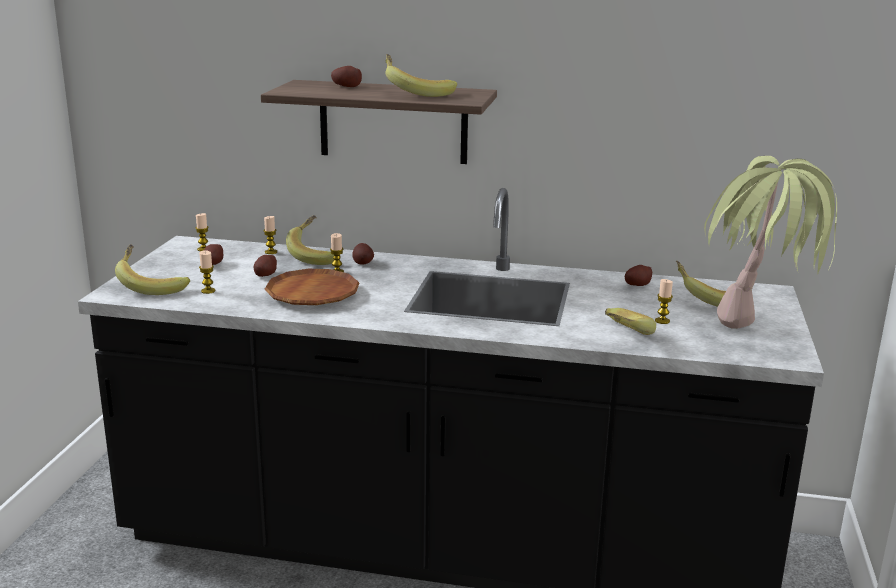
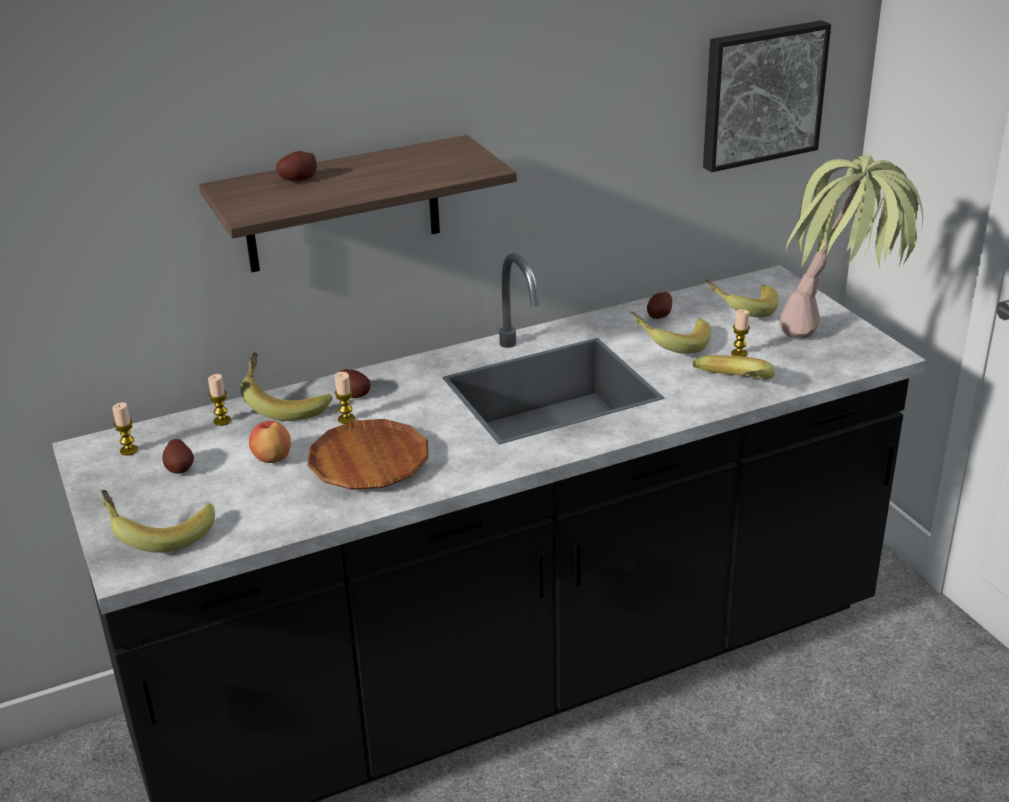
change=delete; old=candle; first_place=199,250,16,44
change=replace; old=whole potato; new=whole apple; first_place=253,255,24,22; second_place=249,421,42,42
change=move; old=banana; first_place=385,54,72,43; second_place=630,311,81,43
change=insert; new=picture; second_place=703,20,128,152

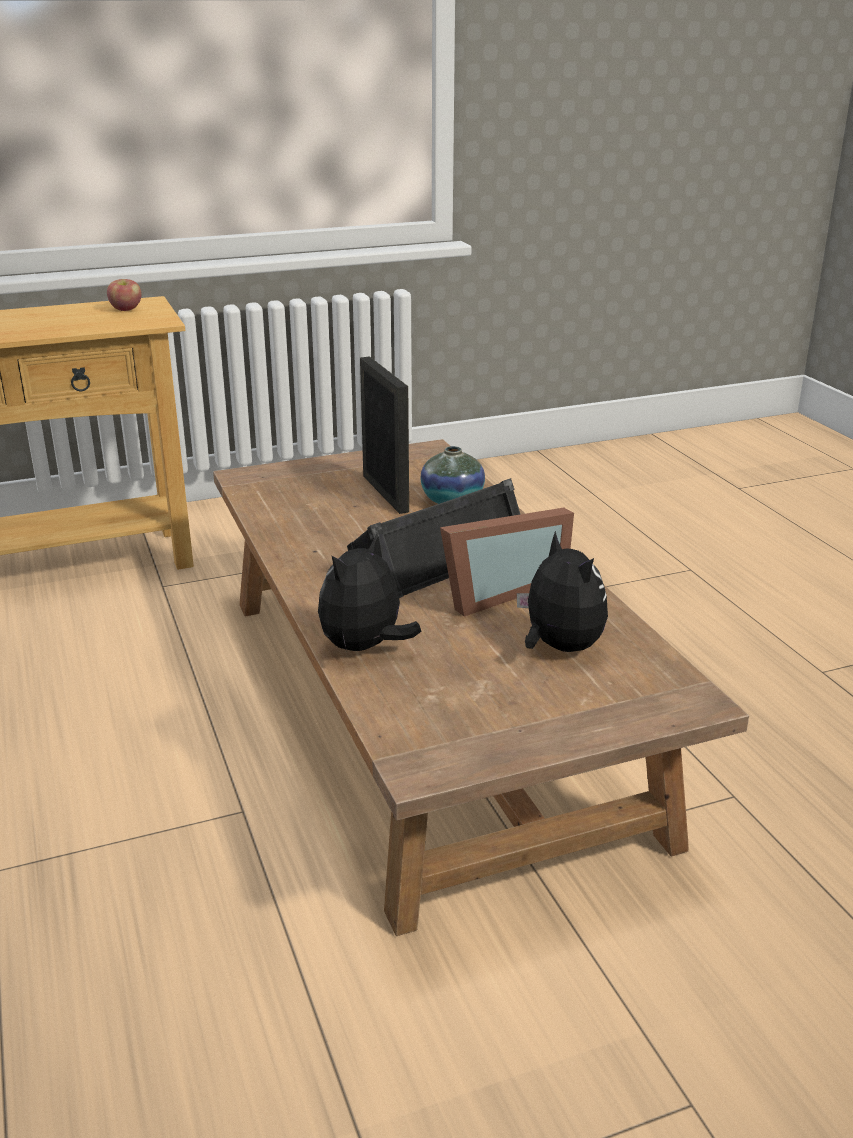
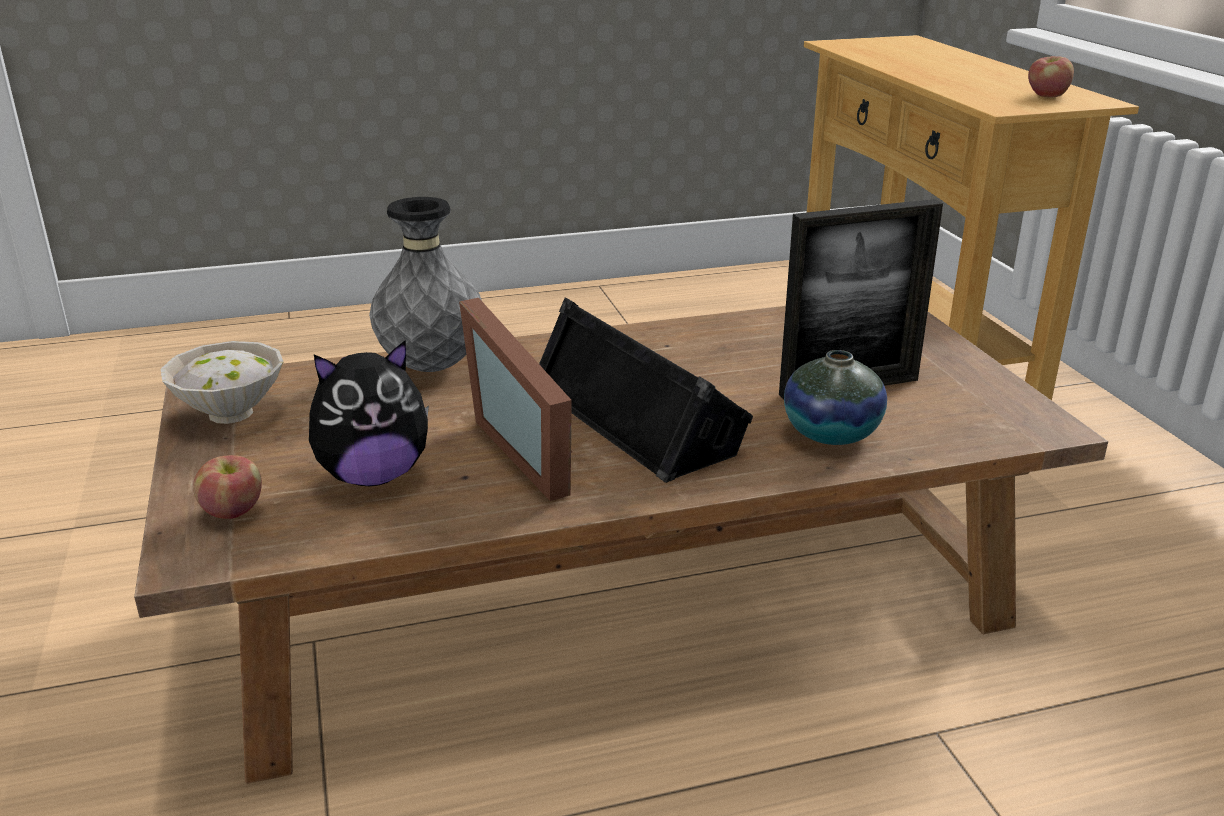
change=replace; old=plush toy; new=decorative vase/grey; first_place=318,533,104,118; second_place=369,197,113,175
change=insert; new=bowl/whitish; second_place=160,341,124,83
change=insert; new=whole apple; second_place=193,455,69,64

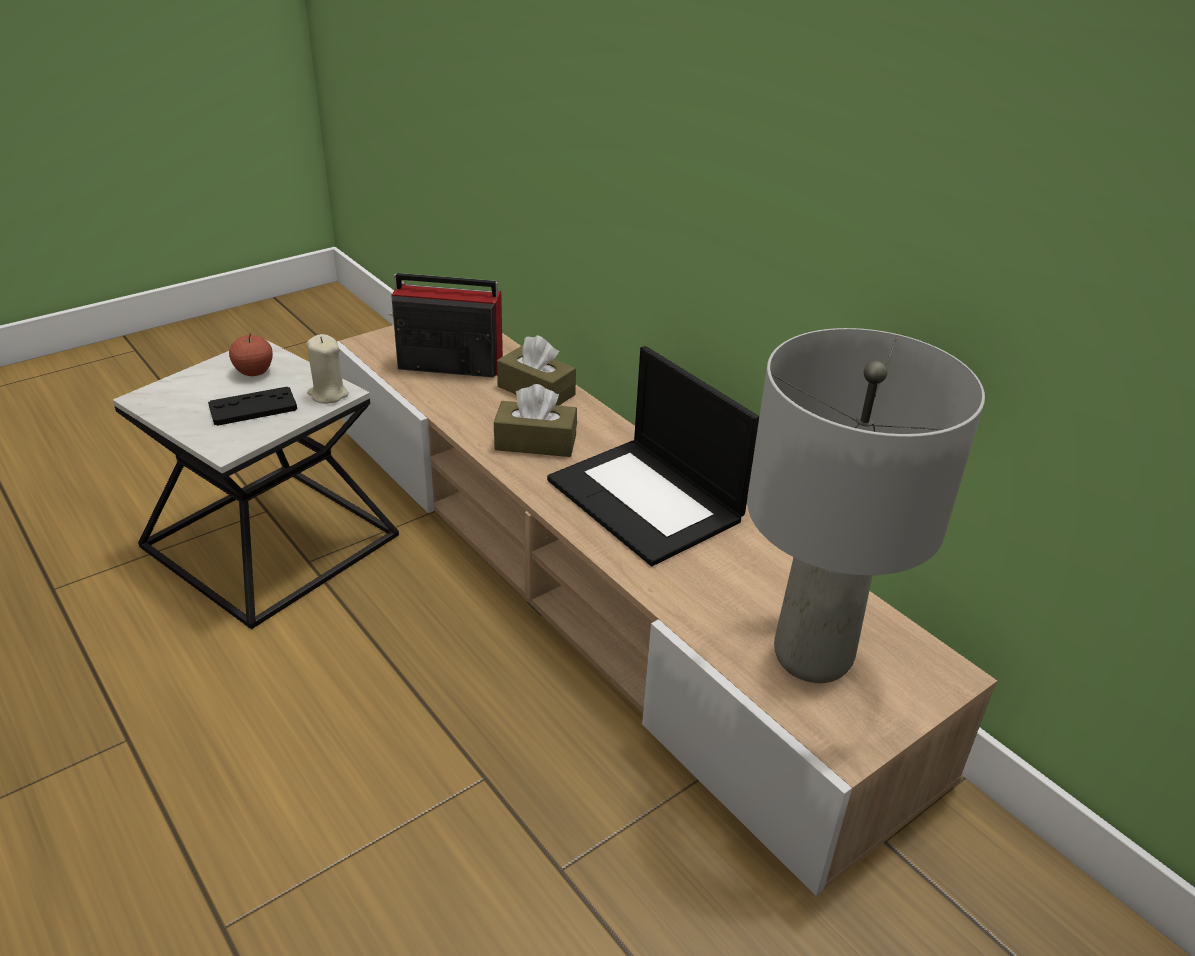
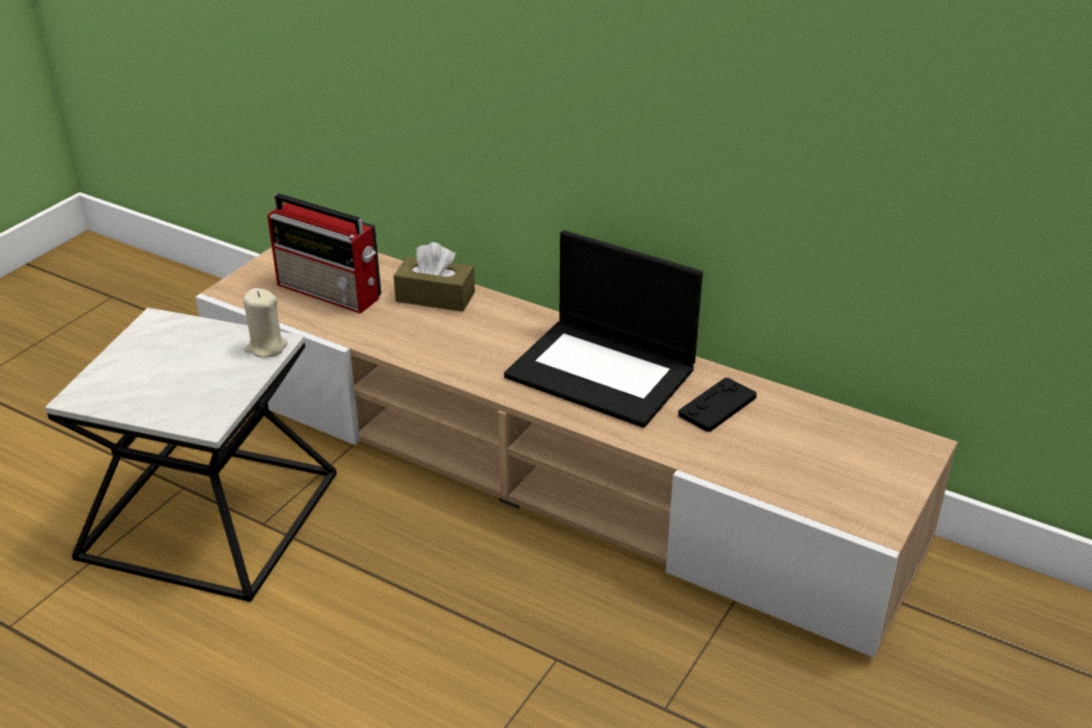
change=move; old=game controller/blackish; first_place=208,387,89,39; second_place=678,378,79,54
change=delete; old=whole apple; first_place=229,333,44,43
change=rotate; old=radio; first_place=389,273,114,105; second_place=267,193,114,121; degrees=-135
change=delete; old=tissue holder/brown-coloured; first_place=494,384,83,73
change=delete; old=table lamp/grey; first_place=747,328,238,355

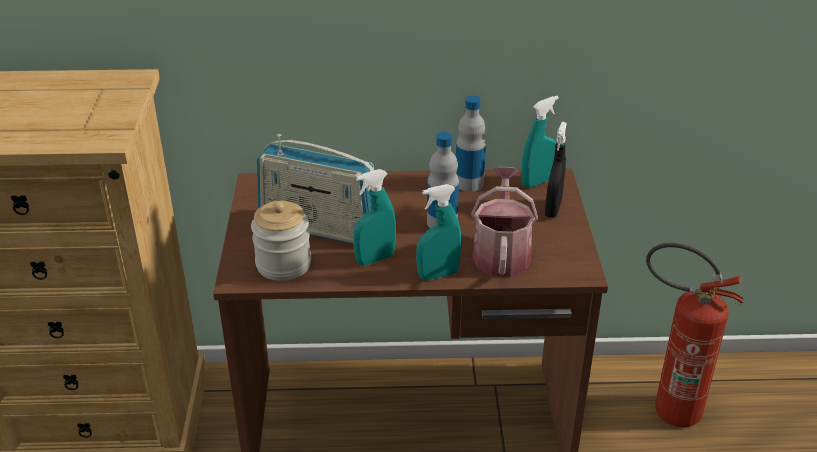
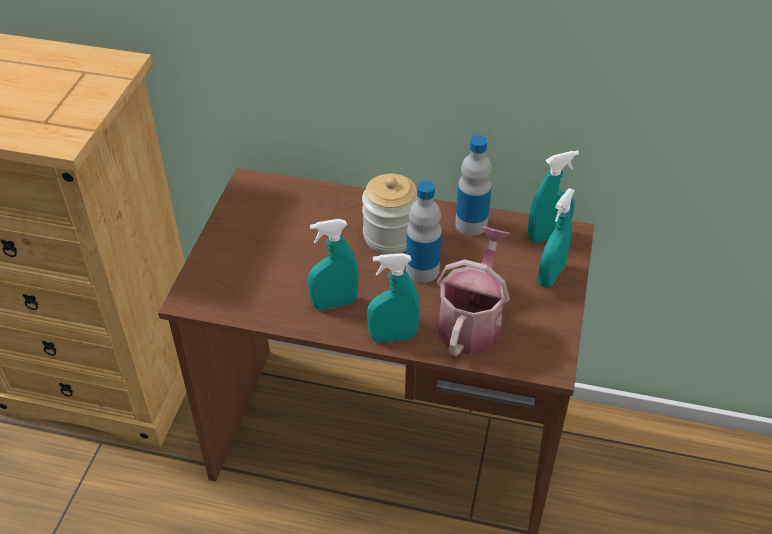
change=move; old=jar; first_place=251,201,60,80; second_place=362,174,56,80
change=delete; old=radio; first_place=257,134,117,110
change=recolor; old=spray bottle/blackish; new=spray bottle/turquoise; first_place=545,122,22,96; second_place=538,188,37,100
change=delete; old=fire extinguisher; first_place=646,243,98,184

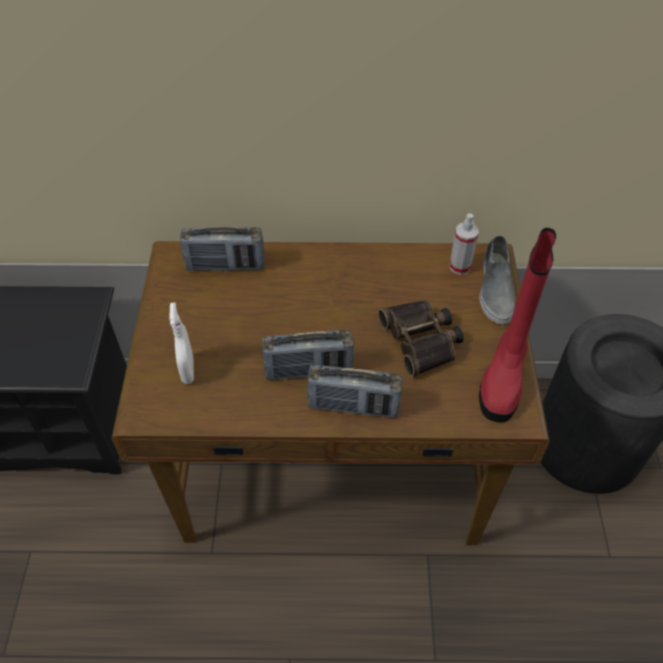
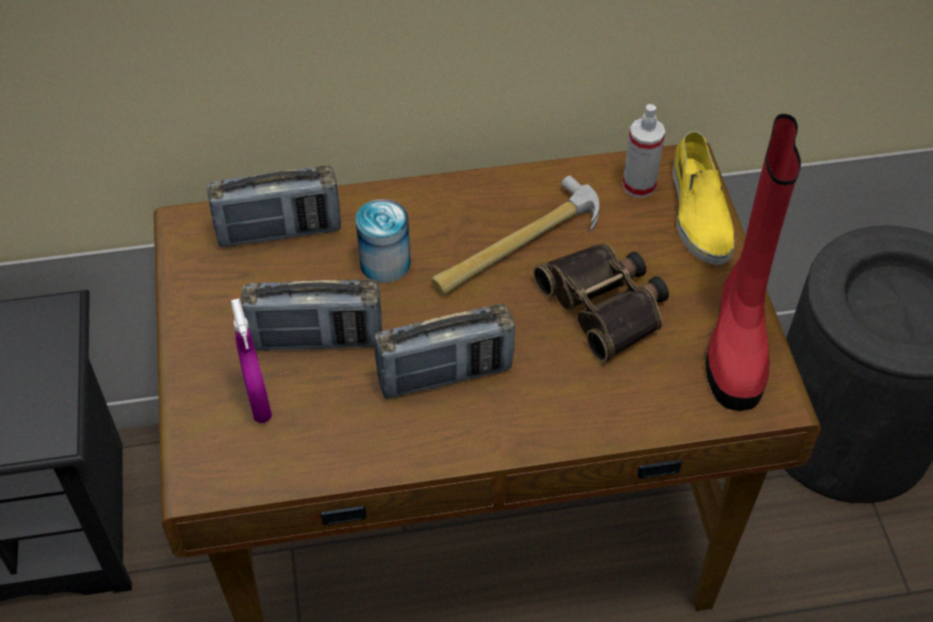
change=recolor; old=spray bottle/whitish; new=spray bottle/purple-coloured; first_place=170,302,24,82; second_place=231,298,41,125
change=move; old=radio; first_place=307,365,95,53; second_place=241,279,141,72
change=recolor; old=shoe/grey; new=shoe/yellow-coloured; first_place=479,236,36,89; second_place=673,131,62,134
change=insert; new=metal can; second_place=355,199,56,84
change=insert; new=hand hammer; second_place=431,176,169,119

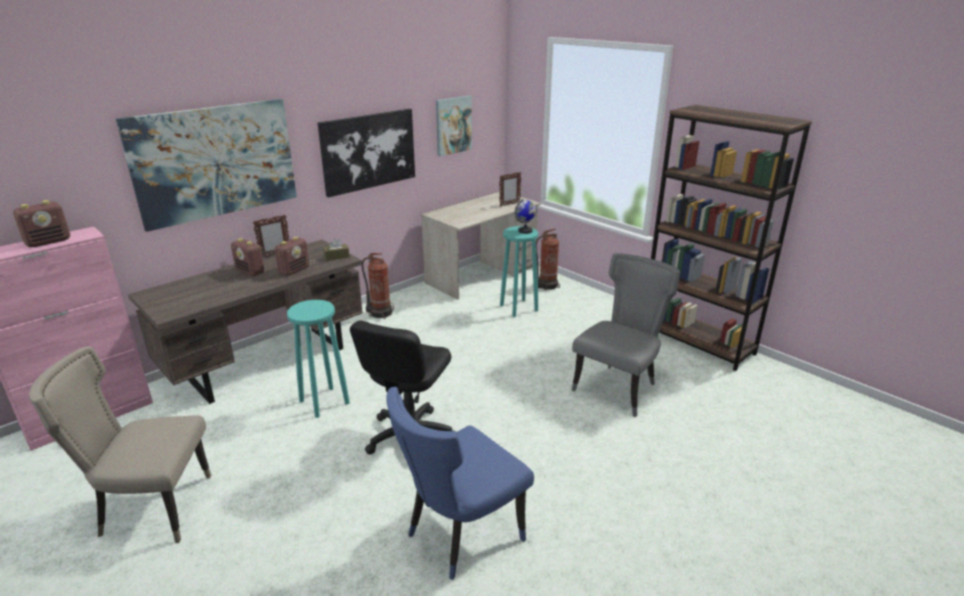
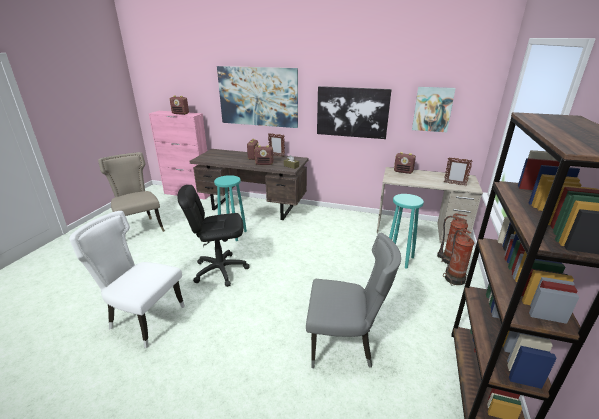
change=move; old=fire extinguisher; first_place=361,253,33,66; second_place=443,228,31,58
change=recolor; old=plain chair/bluish; new=plain chair/whitish; first_place=386,387,148,193; second_place=69,211,116,137
change=delete; old=world globe; first_place=515,199,21,35
change=insert; new=radio; second_place=394,152,22,22

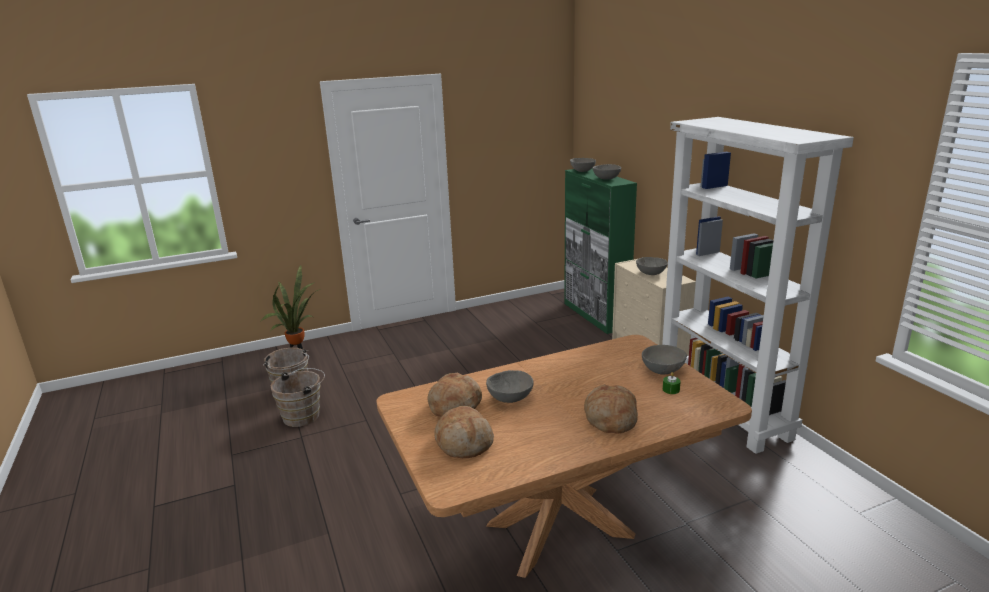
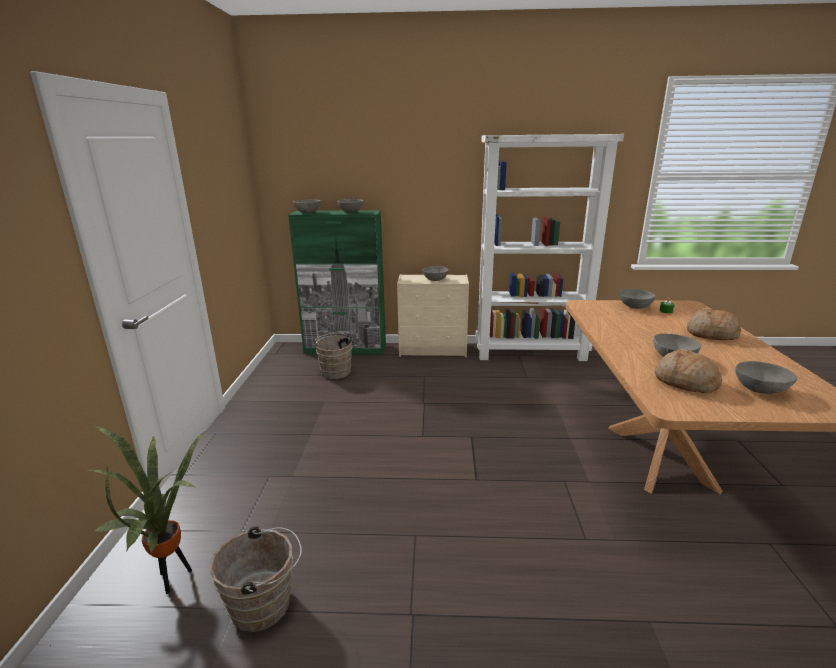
change=move; old=bucket/brown-coloured; first_place=270,368,55,59; second_place=313,333,41,46
change=replace; old=bread; new=bowl/grey; first_place=434,406,60,52; second_place=735,361,62,33

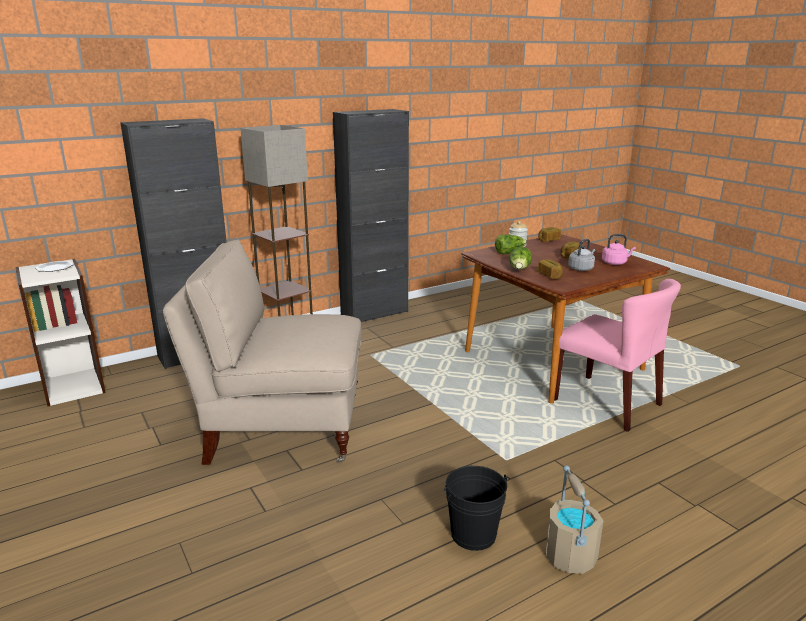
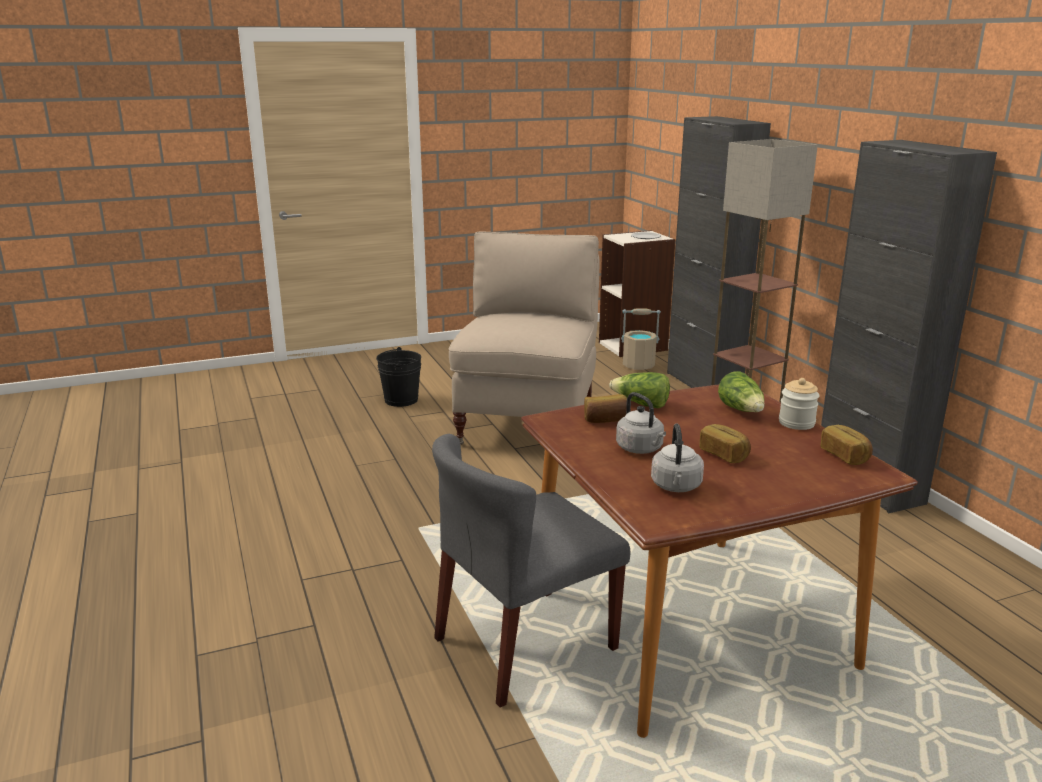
change=move; old=bucket/blackish; first_place=444,466,66,85; second_place=376,347,45,60
change=move; old=bucket/beige-coloured; first_place=546,465,58,109; second_place=621,308,40,62
change=recolor; old=plain chair/pink; new=plain chair/grey; first_place=554,279,127,153; second_place=432,434,198,274
change=recolor; old=water kettle/pink; new=water kettle/grey; first_place=602,234,34,31; second_place=651,423,53,69

